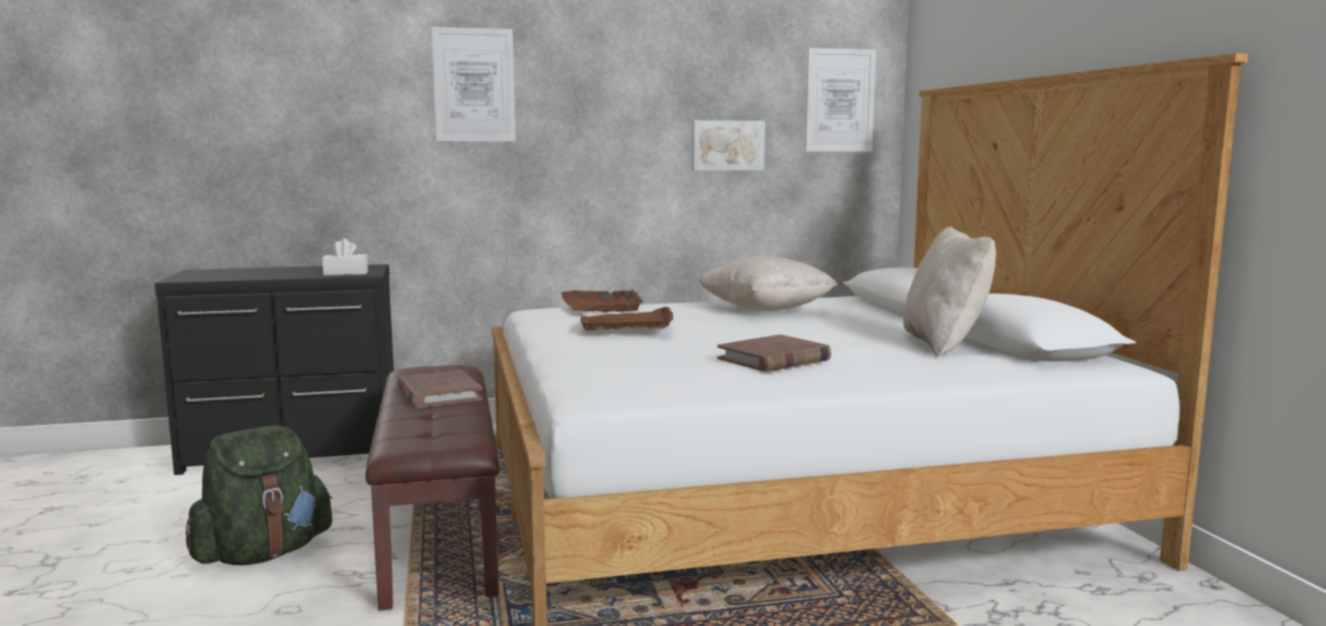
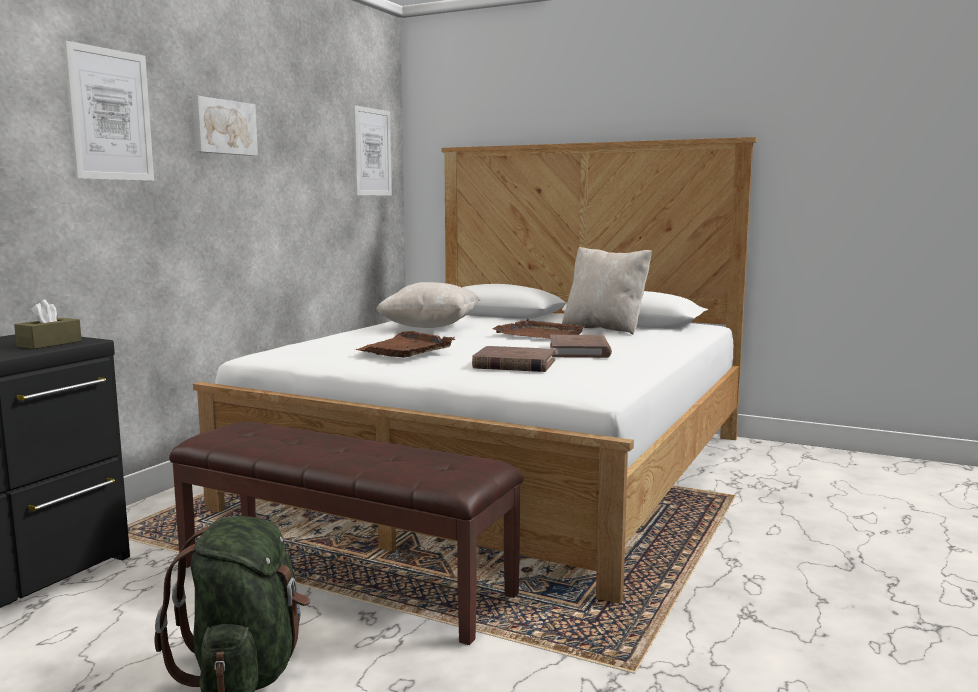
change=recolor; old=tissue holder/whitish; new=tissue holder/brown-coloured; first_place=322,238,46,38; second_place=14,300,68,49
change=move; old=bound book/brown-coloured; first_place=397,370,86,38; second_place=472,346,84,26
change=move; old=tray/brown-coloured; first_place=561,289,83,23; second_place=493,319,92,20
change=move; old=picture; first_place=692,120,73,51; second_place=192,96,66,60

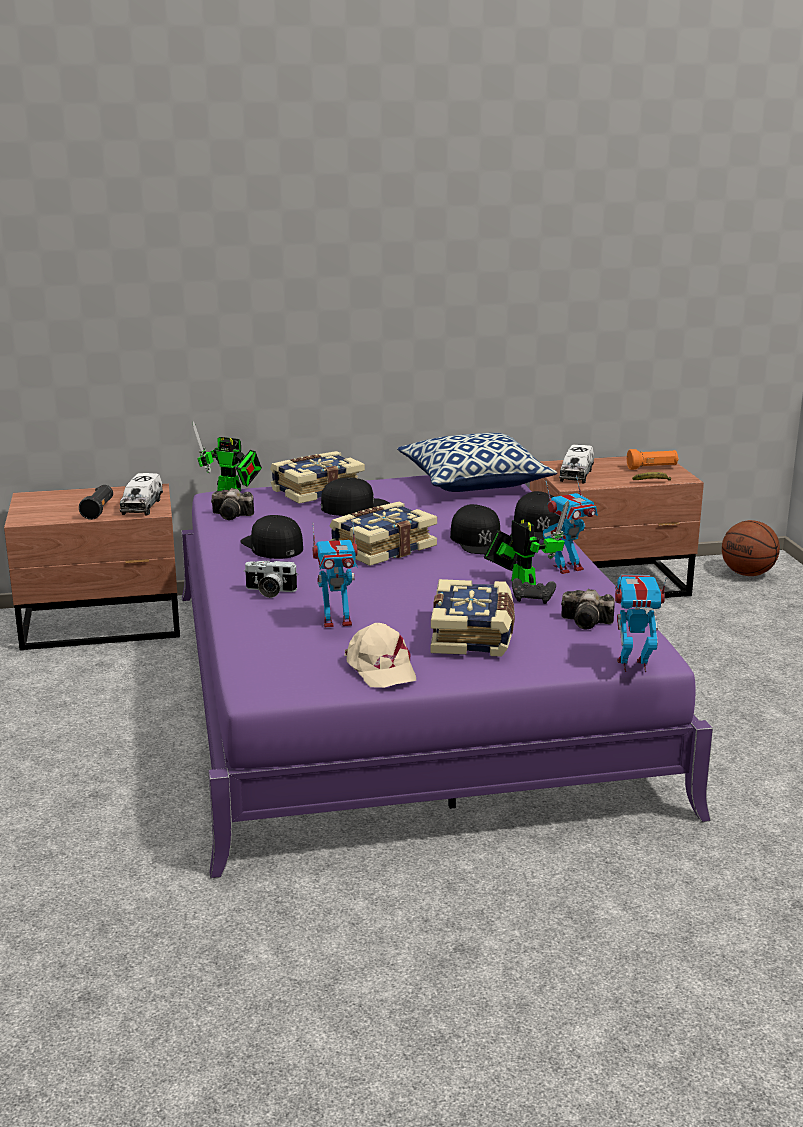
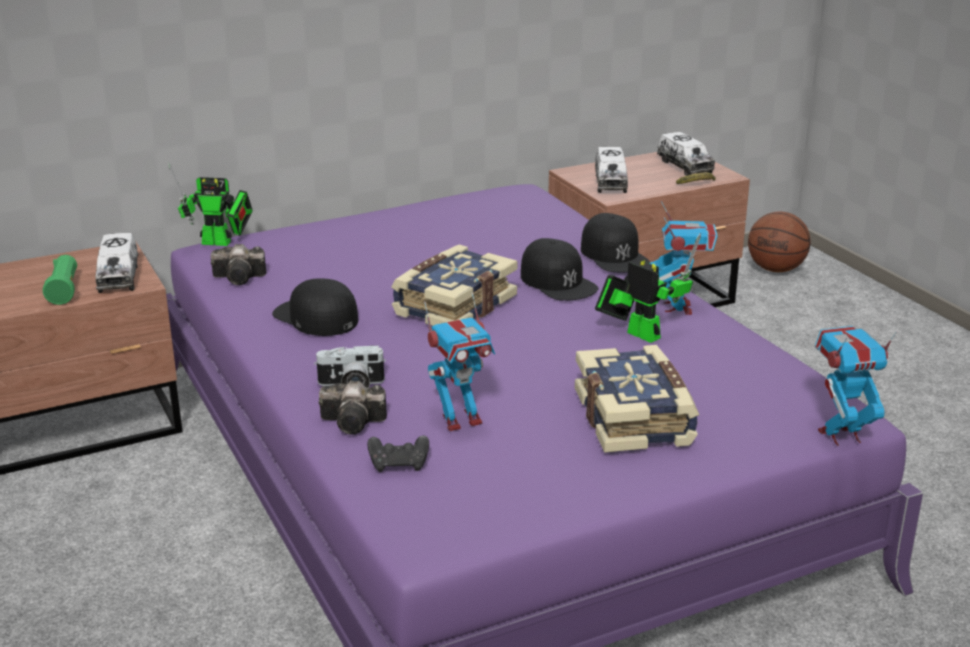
change=recolor; old=torch/blackish; new=torch/greenish; first_place=79,485,34,35; second_place=43,255,34,50
change=delete; old=bound book; first_place=270,451,95,53
change=delete; old=baseball cap/blackish; first_place=321,477,69,39
change=delete; old=baseball cap/beige-coloured; first_place=344,623,72,65
change=delete; old=cushion; first_place=397,433,160,59
change=move; old=game controller/blackish; first_place=512,578,44,26; second_place=367,435,62,37
change=rotate; old=robot figure; first_place=543,476,55,98; second_place=649,201,69,114; degrees=-45
change=move; old=photo camera; first_place=561,589,54,40; second_place=319,380,68,55
change=replace; old=torch/orangey; new=toy lorry; first_place=627,449,52,21; second_place=657,132,58,44

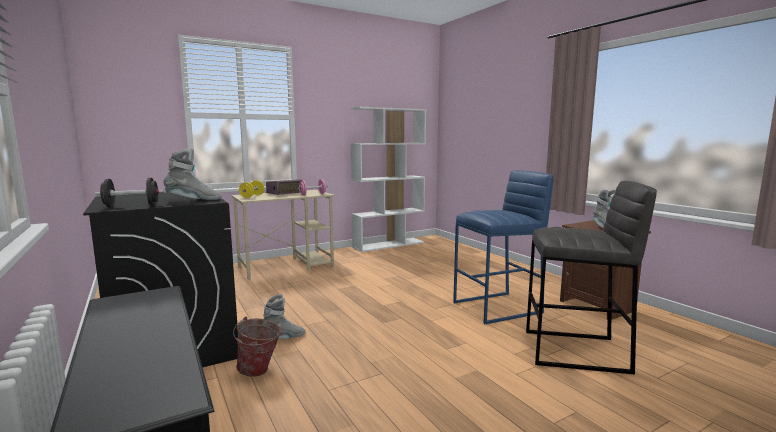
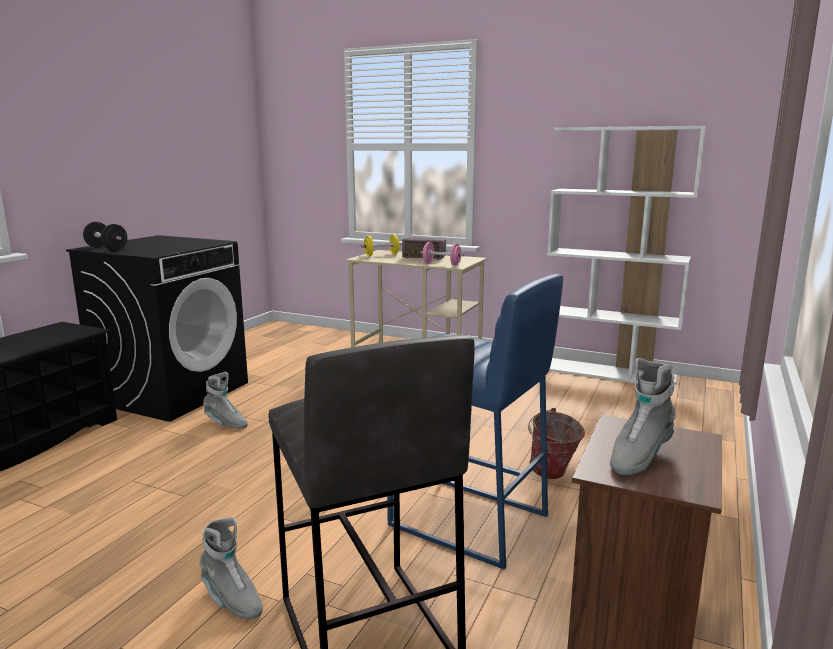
change=move; old=high-top boot/grey; first_place=163,148,59,52; second_place=199,517,64,102
change=move; old=bucket; first_place=233,317,49,60; second_place=528,408,57,71

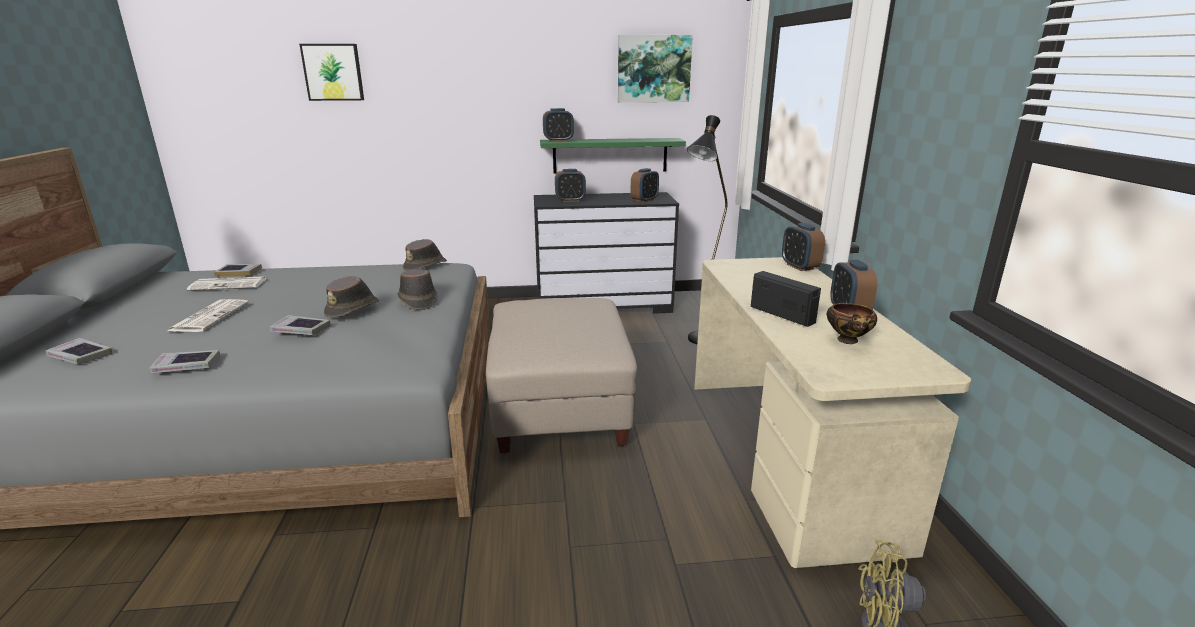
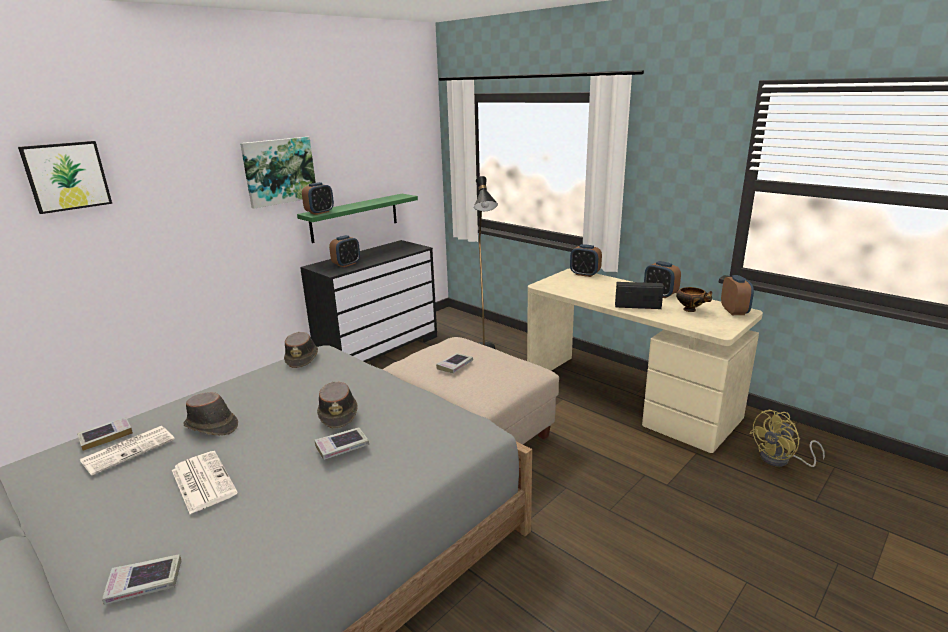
change=move; old=bound book; first_place=149,350,71,23; second_place=436,353,37,20
change=move; old=clothing hat/brown-coloured; first_place=397,269,40,41; second_place=183,392,55,44
change=move; old=picture; first_place=618,35,75,67; second_place=240,137,76,72
change=move; old=bedside clock; first_place=631,168,28,35; second_place=721,275,33,40

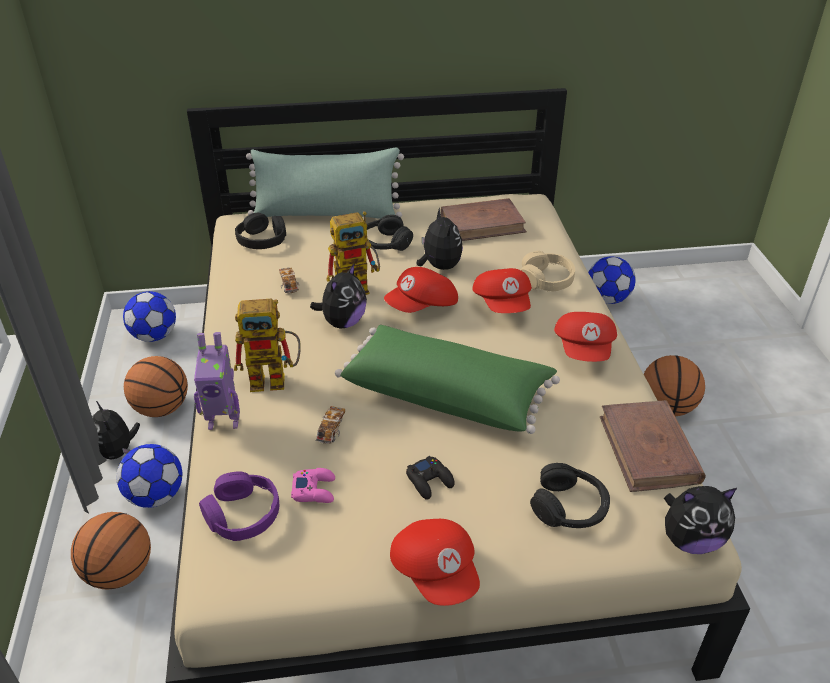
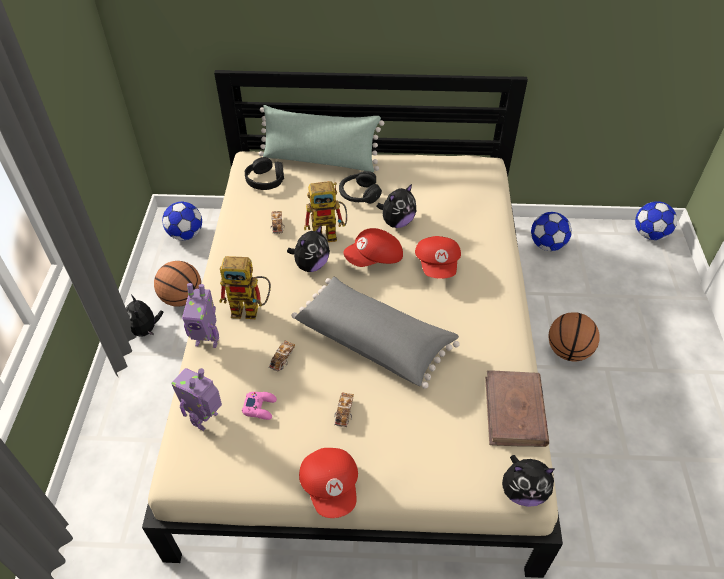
change=delete; old=basketball ball; first_place=71,512,80,78
change=move; old=football; first_place=116,444,67,64; second_place=635,201,42,39
change=replace; old=headset/purple-coloured; new=robot figure; first_place=199,471,80,70; second_place=171,368,51,63
change=recolor; old=cushion/greenish; new=cushion/grey; first_place=335,325,225,109; second_place=292,277,168,112
change=replace; old=game controller/blackish; new=miniature car; first_place=406,456,49,44; second_place=334,392,20,35
change=rotate; old=plush toy; first_place=417,208,46,62; second_place=377,184,39,44; degrees=60
change=delete; old=bound book/brown-coloured; first_place=441,198,86,43
change=delete; old=headset/beige-coloured; first_place=521,251,54,40
change=delete; old=headset/blackish; first_place=530,463,80,65
change=delete; old=baseball cap/red; first_place=554,312,63,50

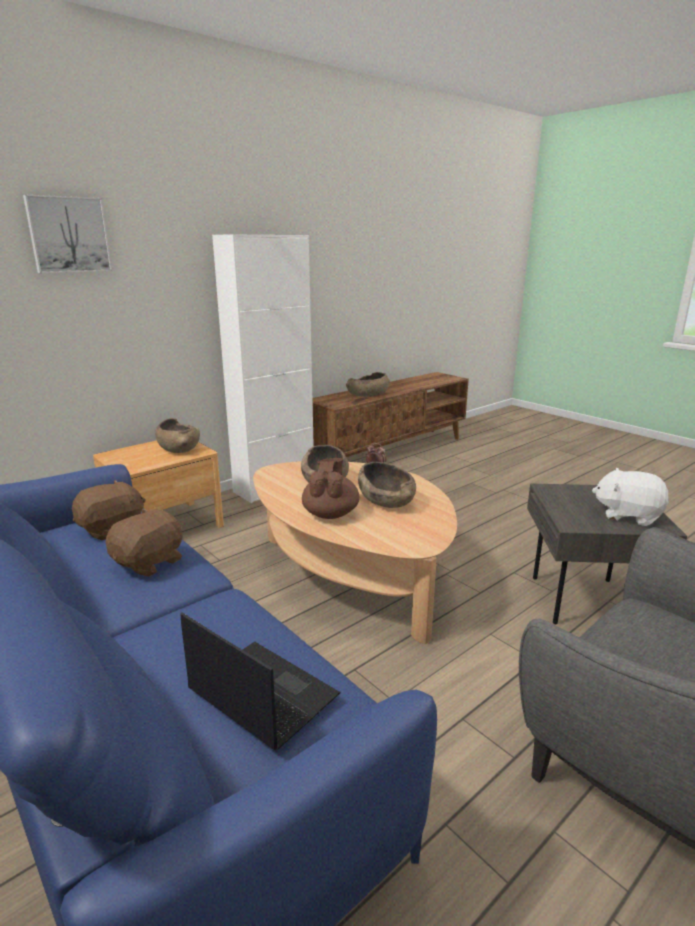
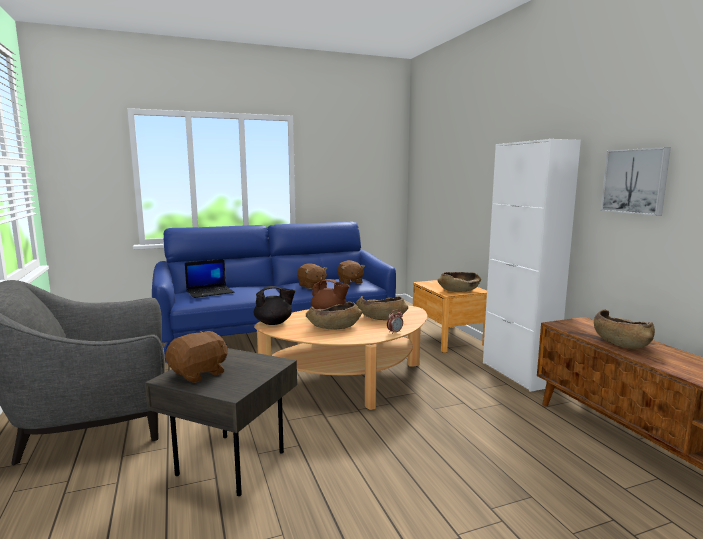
change=move; old=picture; first_place=23,195,89,78; second_place=601,147,70,69
change=recolor; old=plush toy/whitish; new=plush toy/brown-coloured; first_place=592,468,77,58; second_place=166,331,62,52
change=insert; new=tea pot/blackish; second_place=254,286,41,39

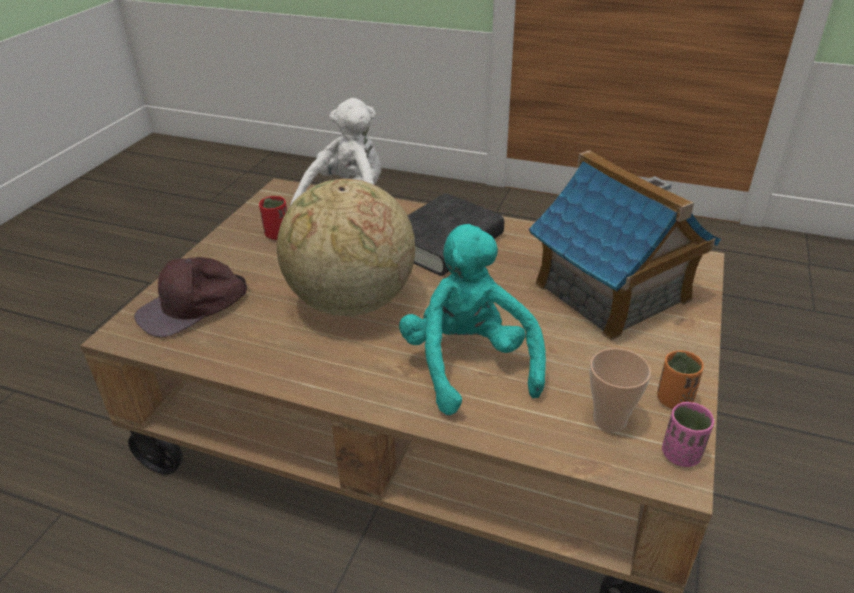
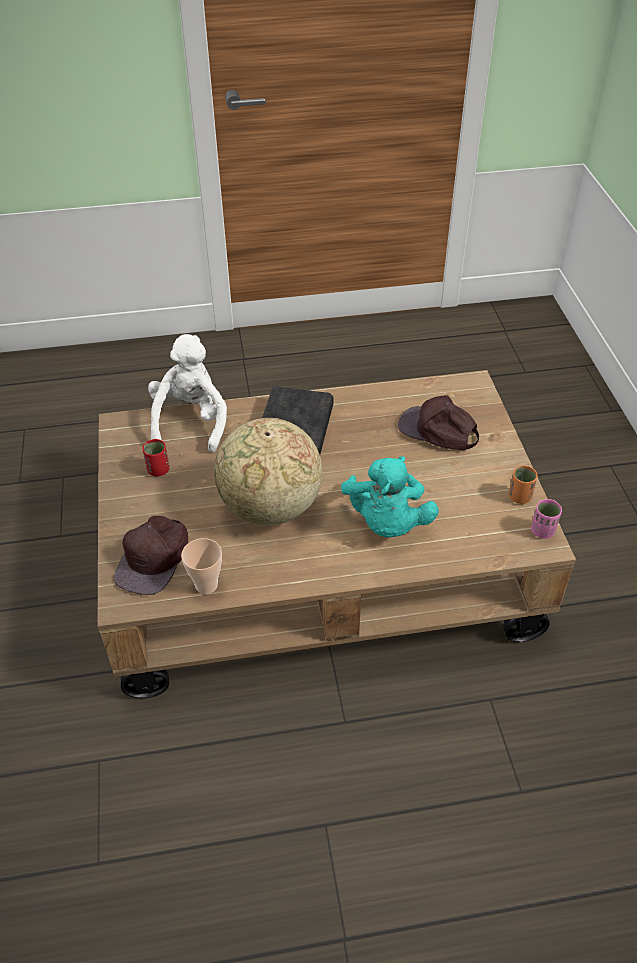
change=rotate; old=plush toy/turquoise; first_place=399,224,147,191; second_place=341,456,98,81; degrees=-135
change=replace; old=miniature house; new=baseball cap/brown-coloured; first_place=529,150,192,191; second_place=398,395,81,55
change=move; old=cup; first_place=590,348,61,84; second_place=181,538,41,56

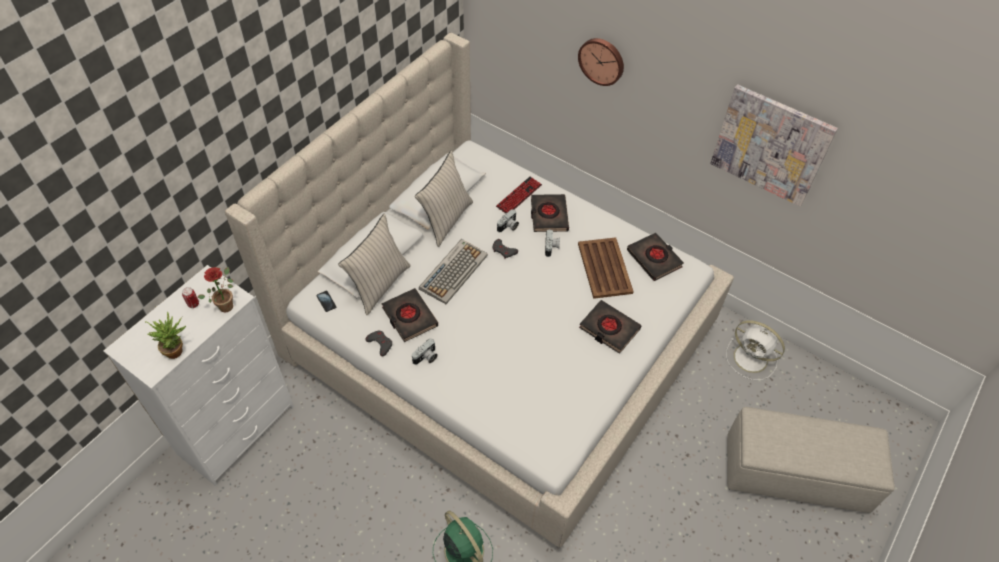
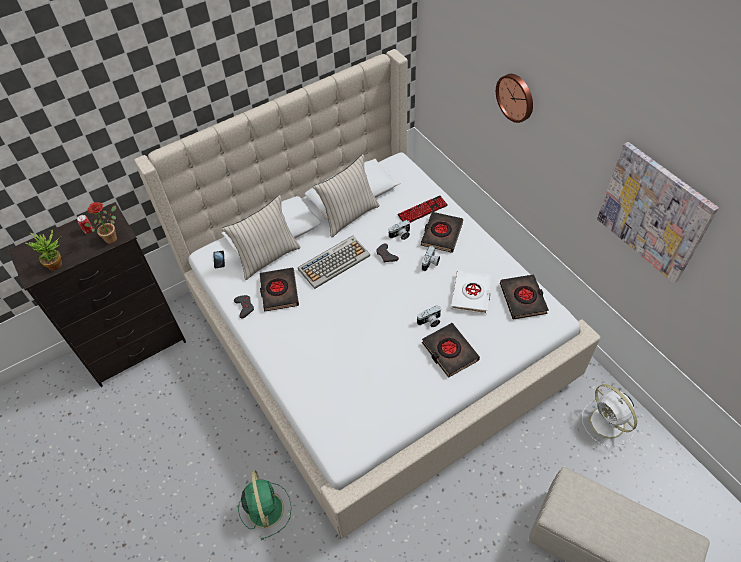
change=recolor; old=chest of drawers/whitish; new=chest of drawers/blackish; first_place=104,265,190,221; second_place=8,202,178,185
change=move; old=photo camera; first_place=412,339,26,26; second_place=416,305,25,22
change=replace; old=tray/brown-coloured; new=bound book/whitish; first_place=578,237,56,62; second_place=451,270,40,44

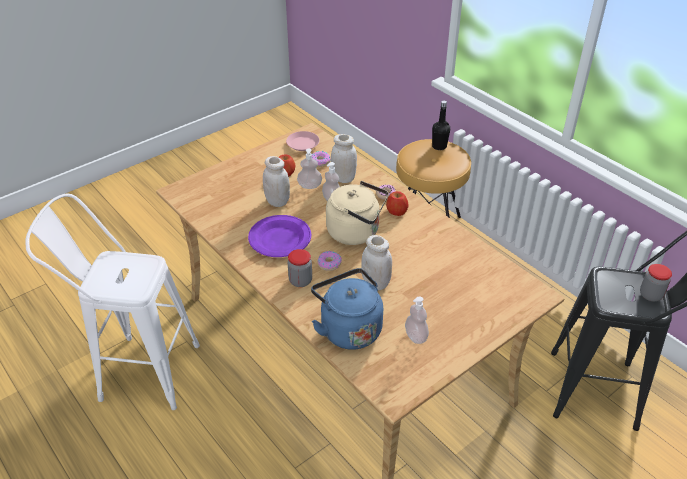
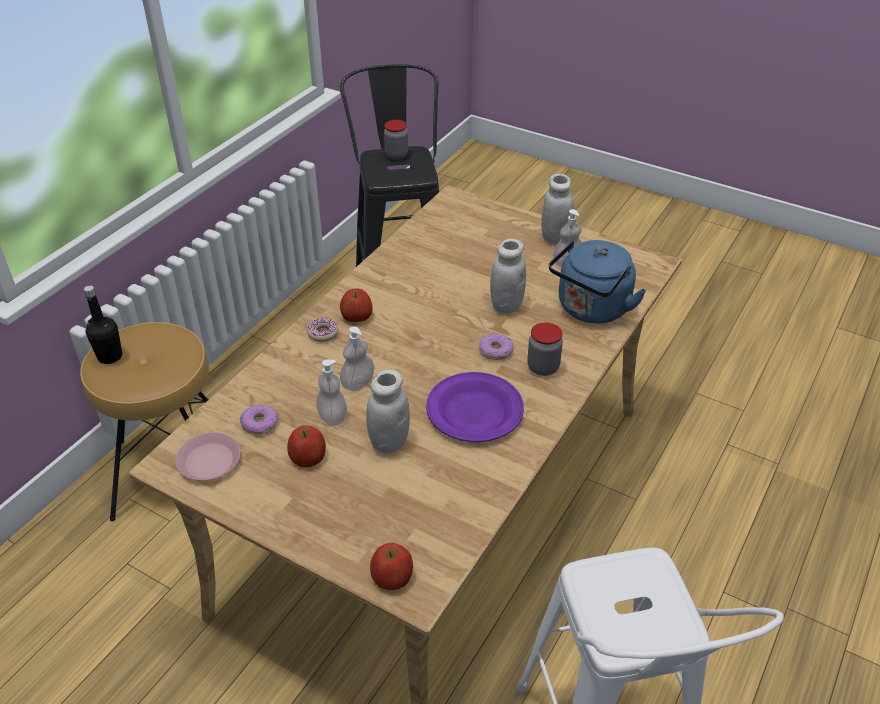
change=delete; old=water kettle/beige-coloured; first_place=326,181,63,64
change=move; old=jar/whitish; first_place=330,134,27,49; second_place=541,174,33,70
change=insert; new=whole apple; second_place=370,543,43,47

